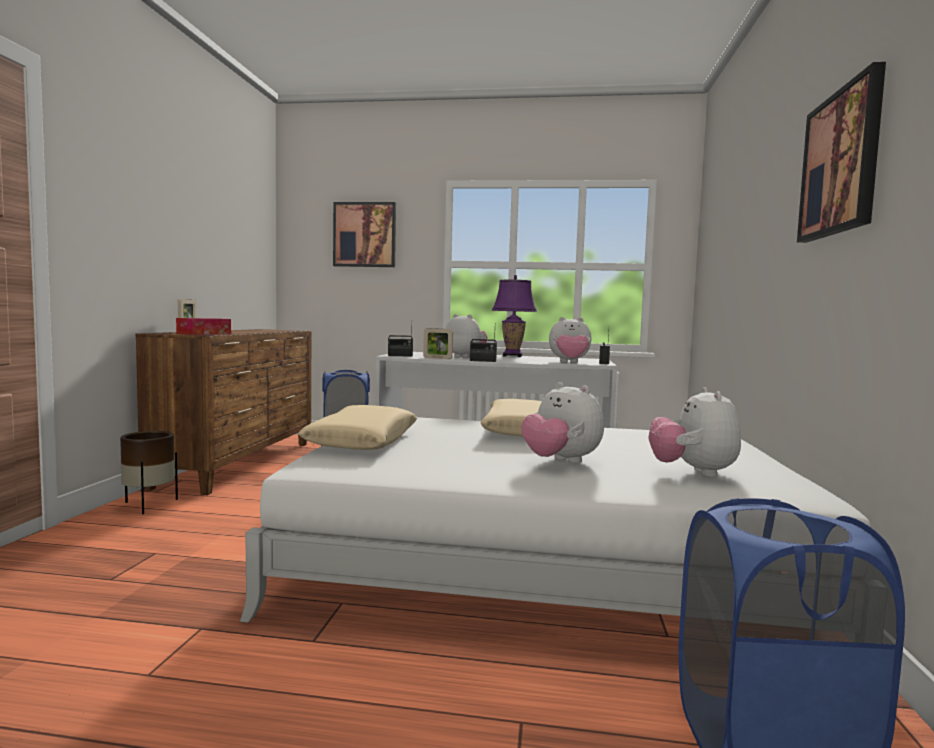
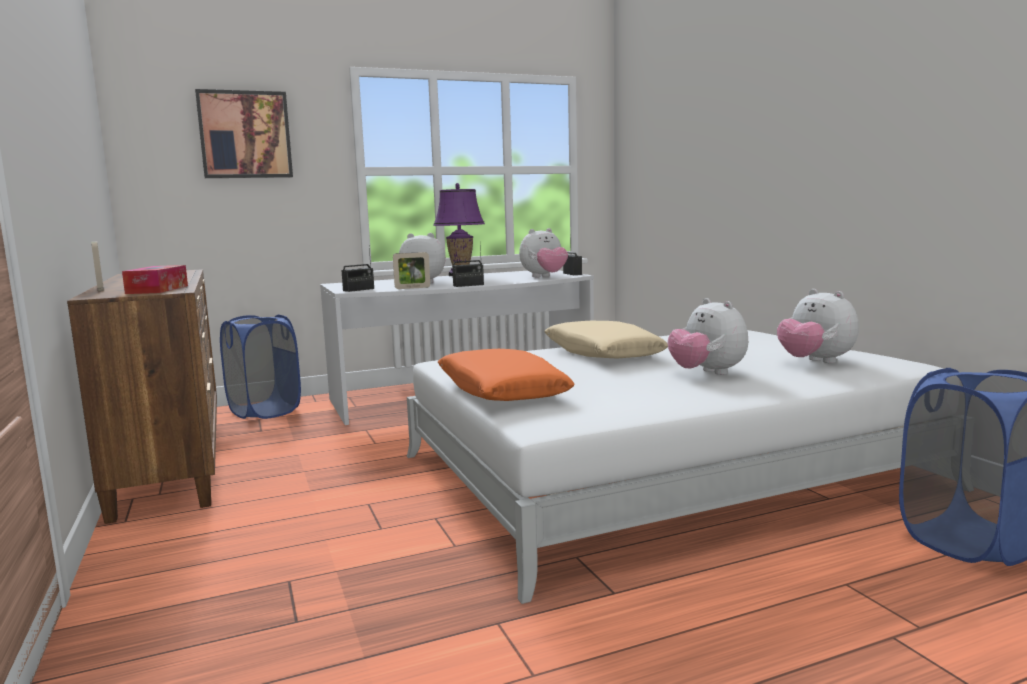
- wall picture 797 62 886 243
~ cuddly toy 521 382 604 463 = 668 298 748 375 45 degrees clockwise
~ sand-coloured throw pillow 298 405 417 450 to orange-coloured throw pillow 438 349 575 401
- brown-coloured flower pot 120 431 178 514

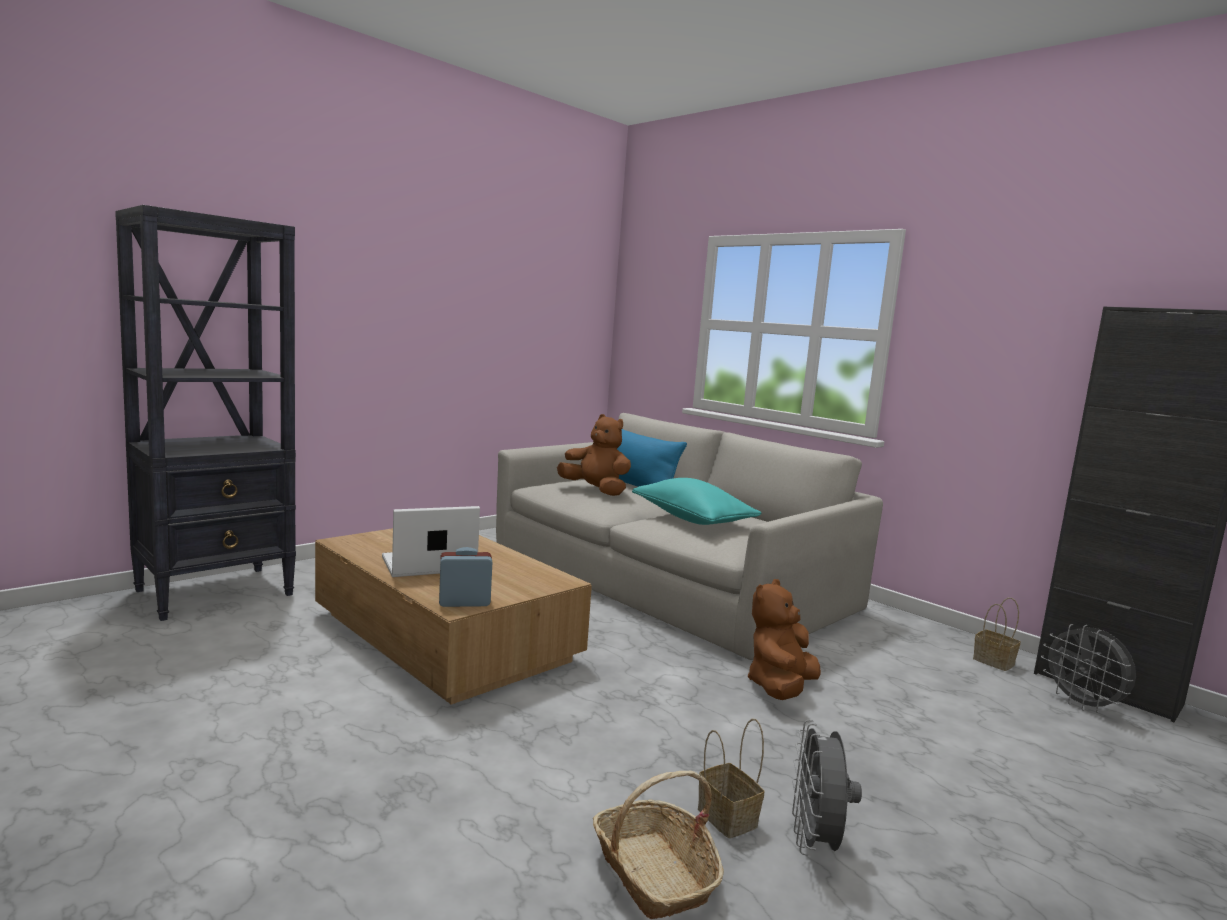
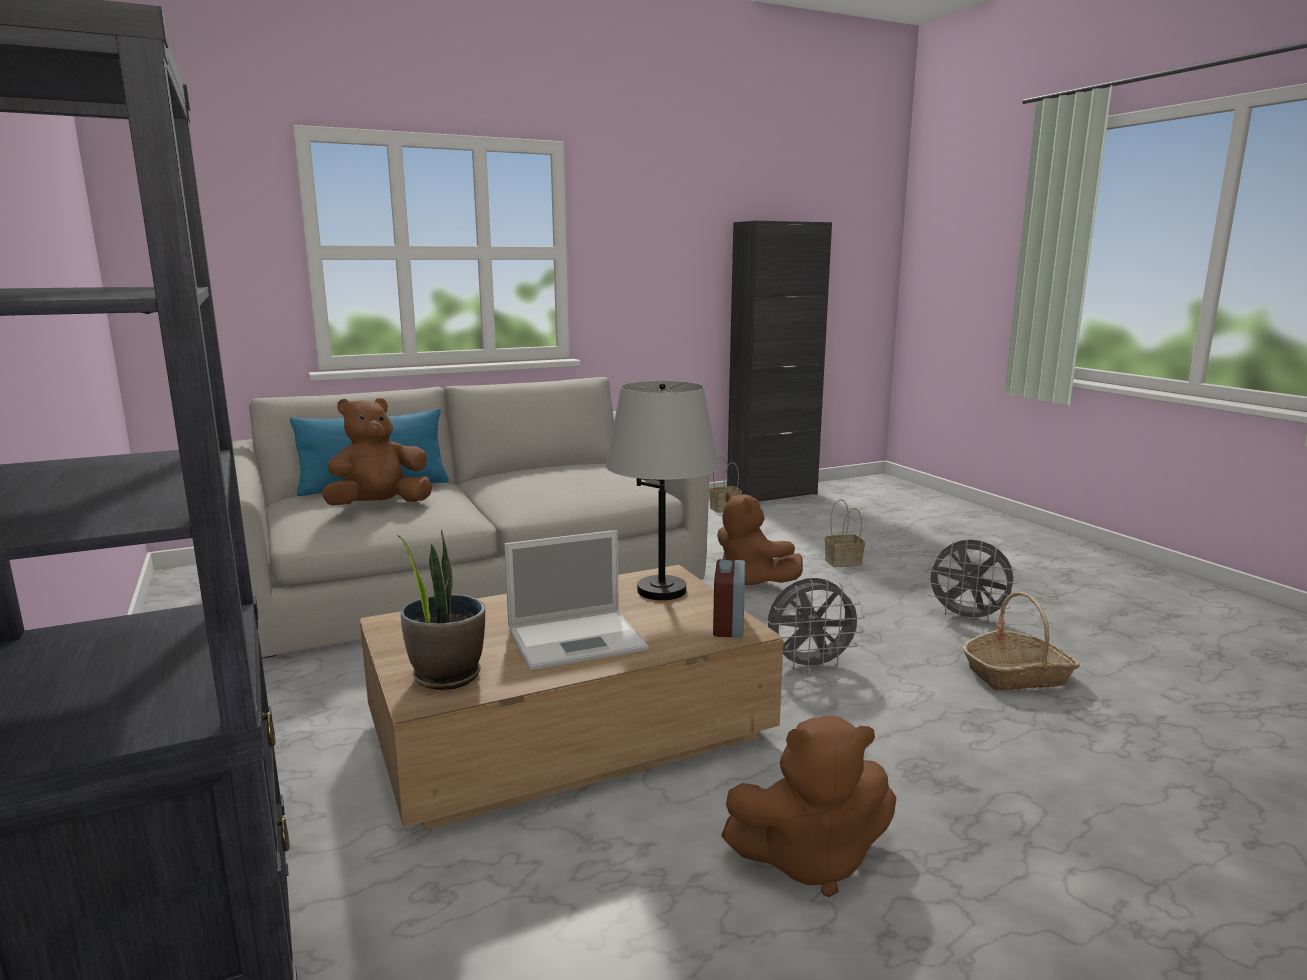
- turquoise-coloured throw pillow 632 478 761 525
~ laptop 382 506 480 577 = 504 530 649 671 105 degrees counterclockwise
~ grey fan 1041 624 1136 713 to 768 578 864 673
~ basket 698 719 764 838 to 825 499 865 567
+ grey table lamp 606 381 719 600
+ plant in a pot 397 530 485 690
+ brown-coloured cuddly toy 721 715 897 897

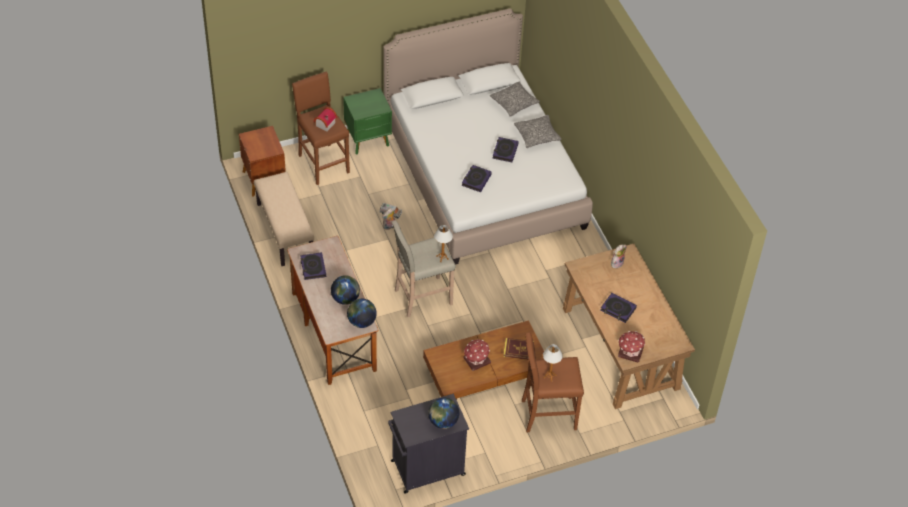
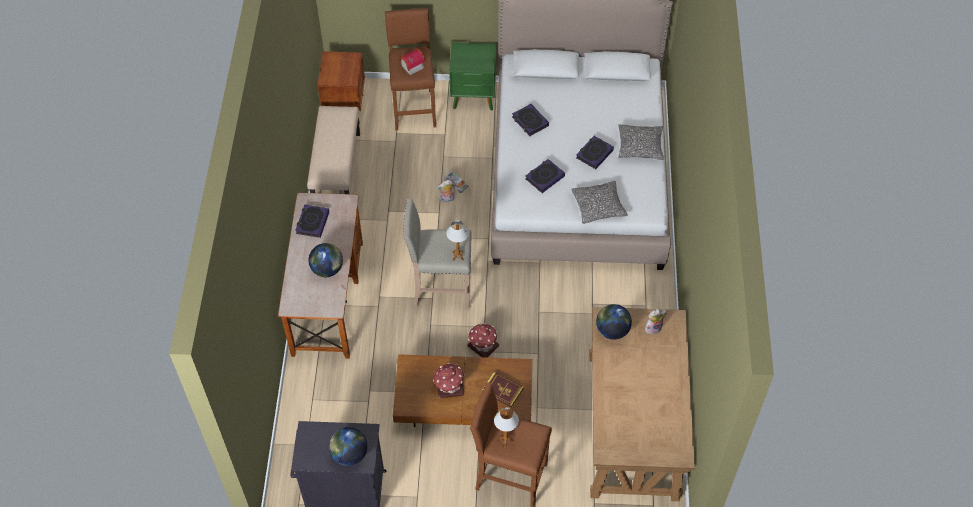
~ throw pillow 490 82 540 117 to 571 181 628 224
~ book 601 293 637 323 to 512 104 549 136
~ world globe 347 299 377 328 to 596 304 632 340
~ model house 618 331 645 363 to 467 323 499 358

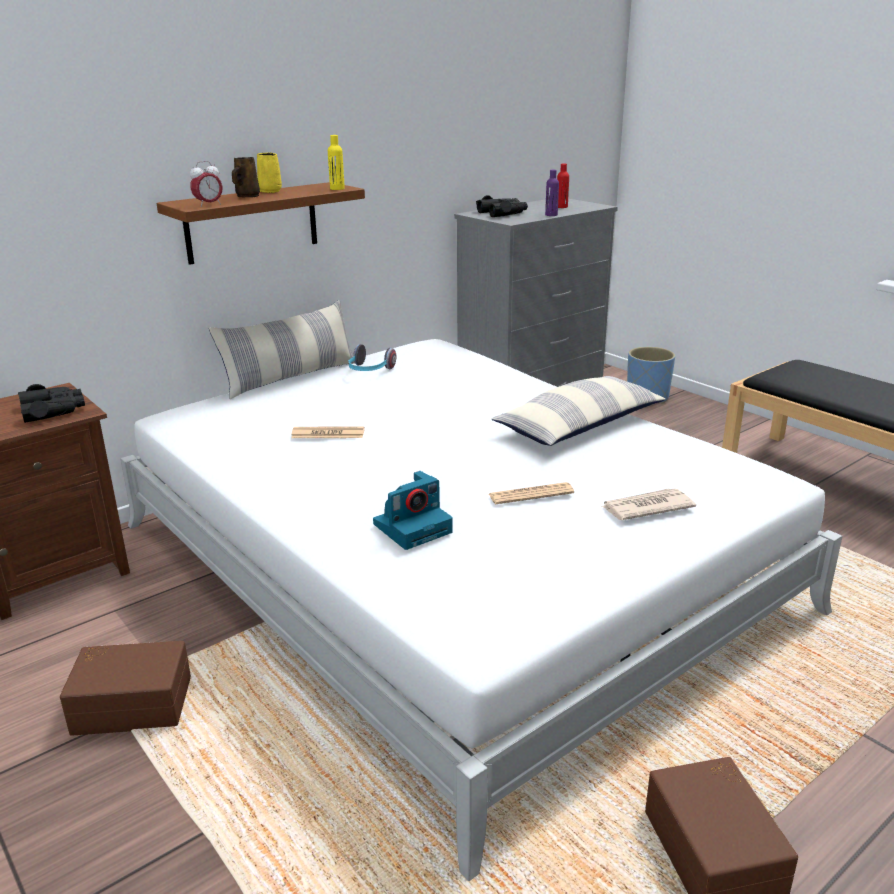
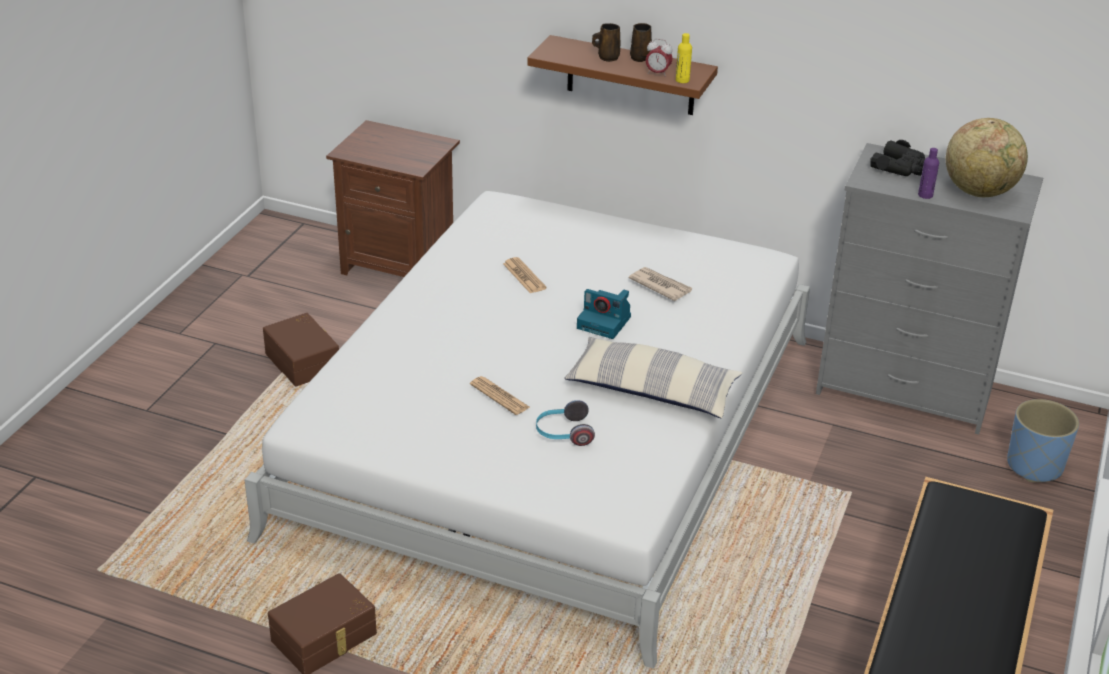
~ yellow mug 257 152 282 193 to brown-coloured mug 630 23 652 62
~ alarm clock 190 161 223 207 to 646 39 673 77
~ red beverage bottle 557 164 569 208 to world globe 946 118 1028 197
- throw pillow 209 300 355 399
~ pair of headphones 348 344 396 371 to 536 400 595 446
- blackish field glasses 18 384 85 423
~ photo camera 373 471 453 550 to 577 289 631 339
~ newspaper 601 488 696 520 to 629 267 692 301

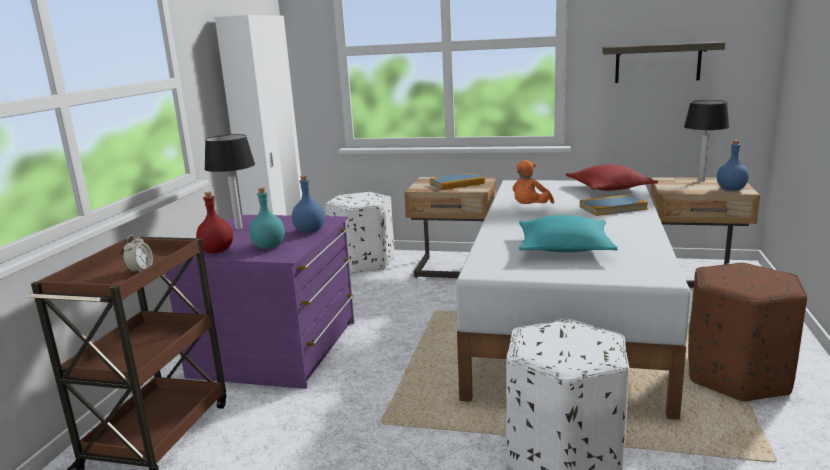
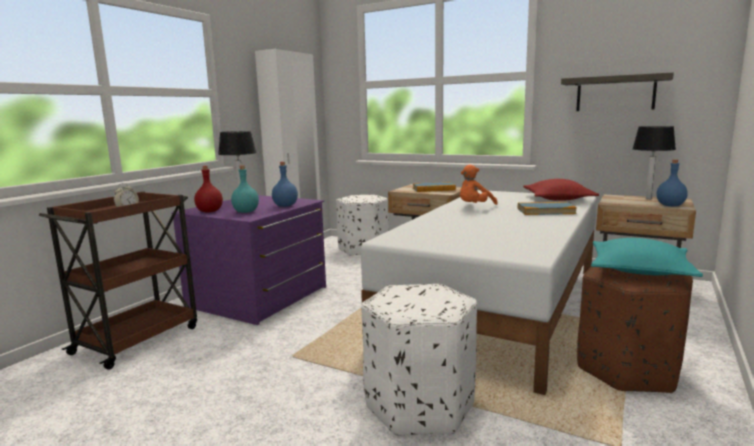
~ turquoise-coloured throw pillow 519 215 618 252 to 591 238 703 277

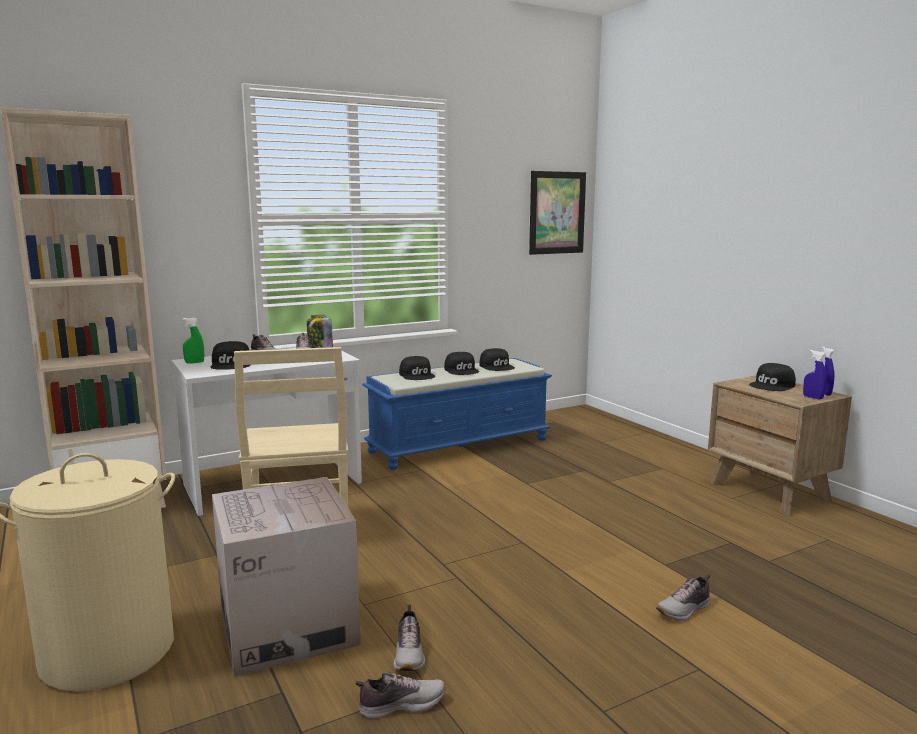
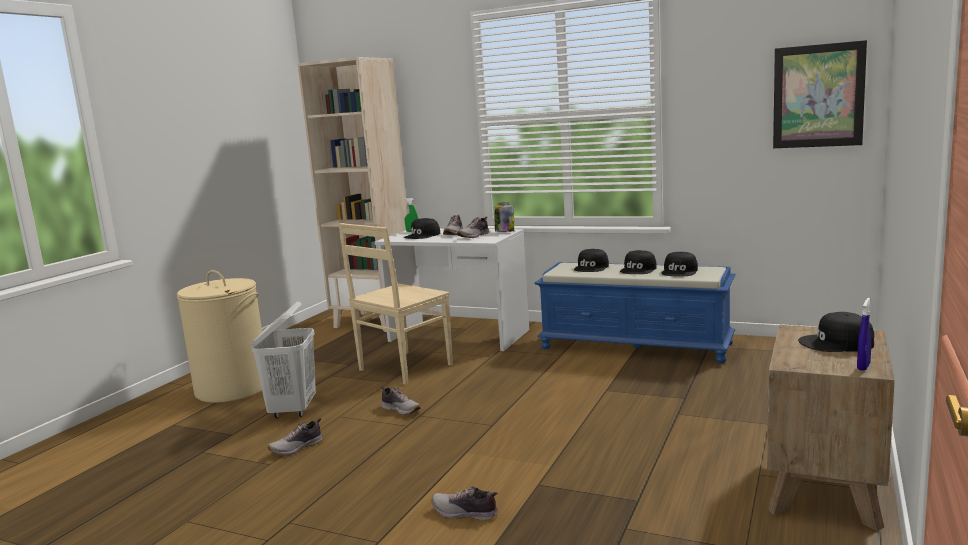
- bluish sprayer 803 350 826 400
~ cardboard box 212 477 361 677 to whitish laundry basket 251 301 316 418
~ low shoe 355 671 445 719 to 381 386 421 415

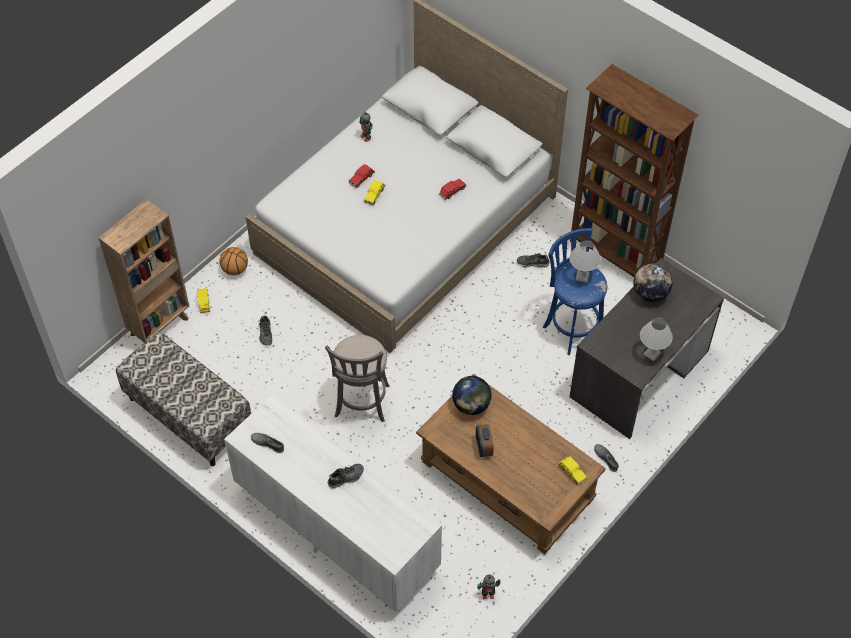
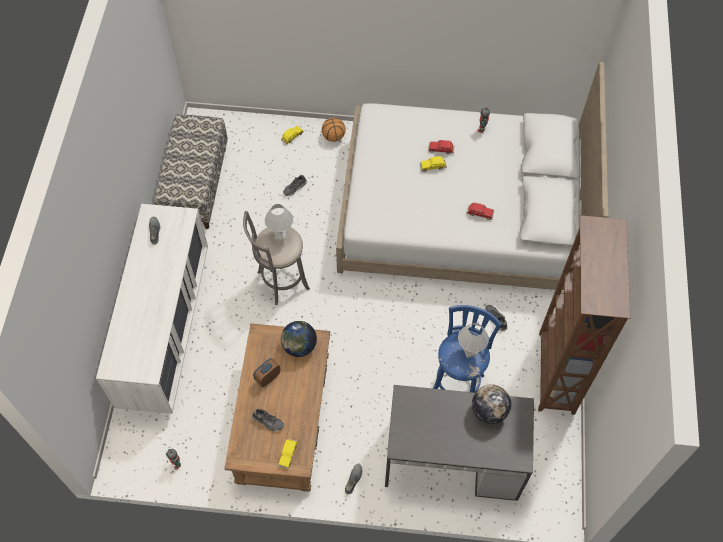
- brown-coloured shelving unit 99 199 189 342
~ whitish table lamp 640 318 673 361 to 265 204 293 240
~ low shoe 328 464 364 489 to 252 409 284 431

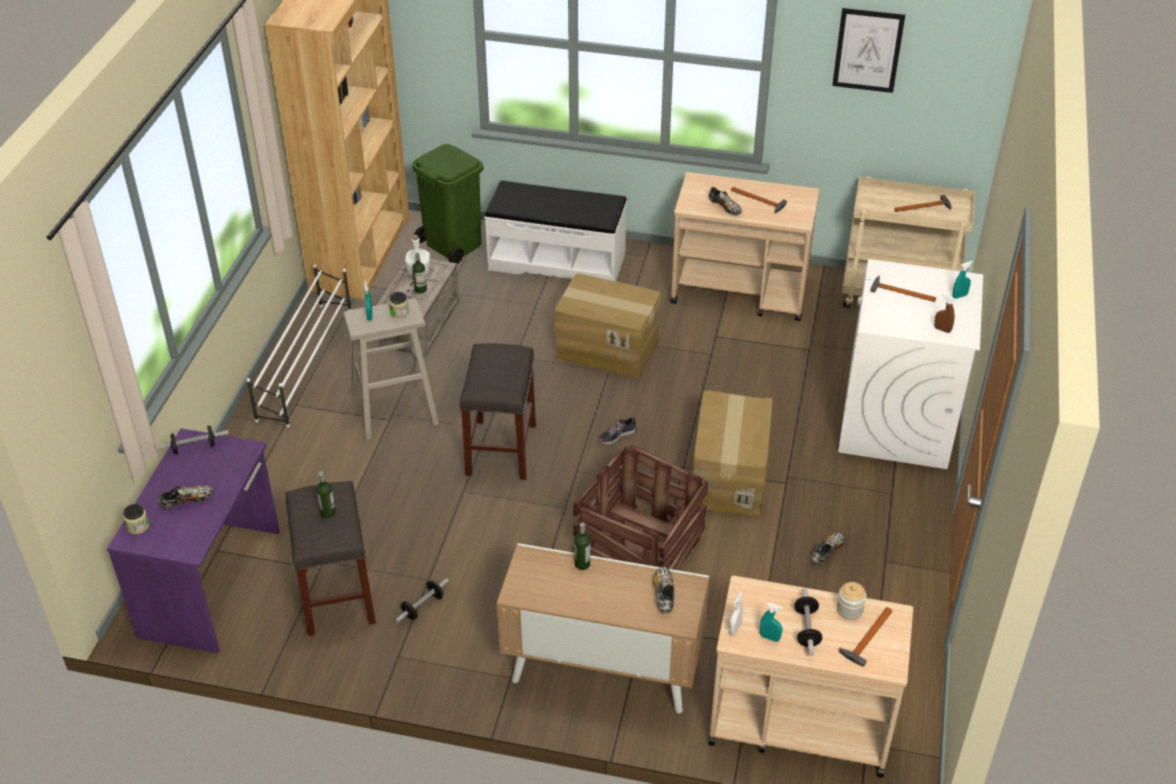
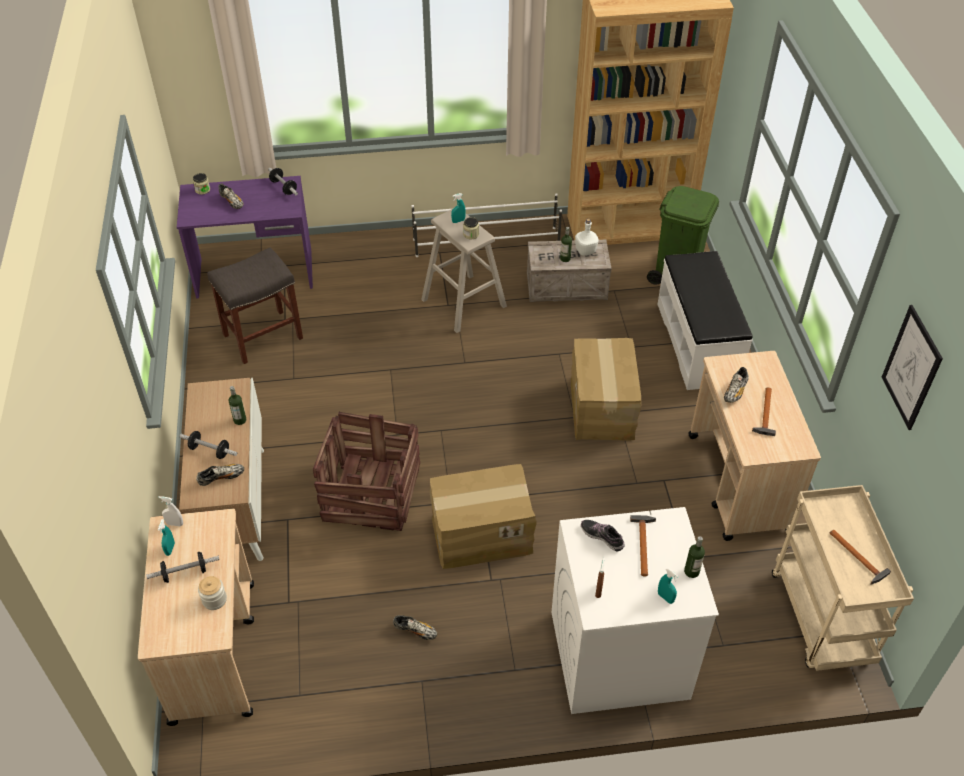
- grey sitting stool 459 343 536 480
~ low shoe 599 416 637 444 to 581 520 625 551
~ beverage bottle 316 471 336 518 to 684 536 705 578
~ dumbbell 395 578 449 623 to 180 431 237 459
- hand hammer 839 607 893 667

